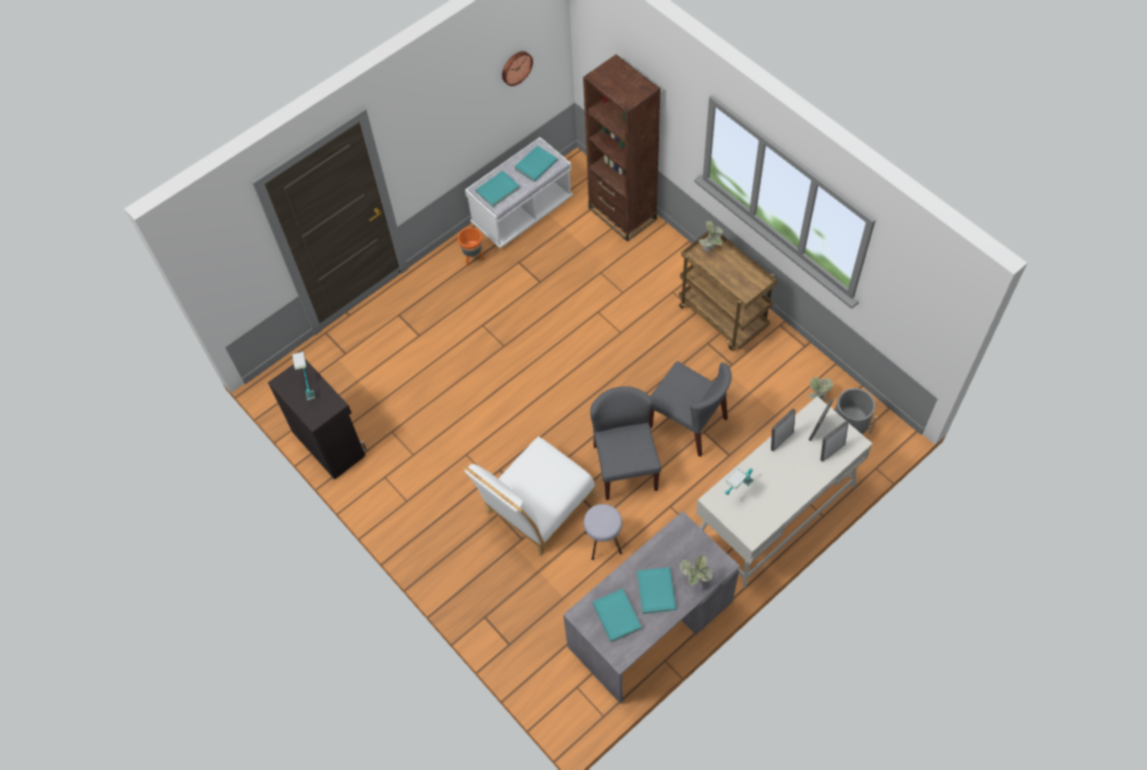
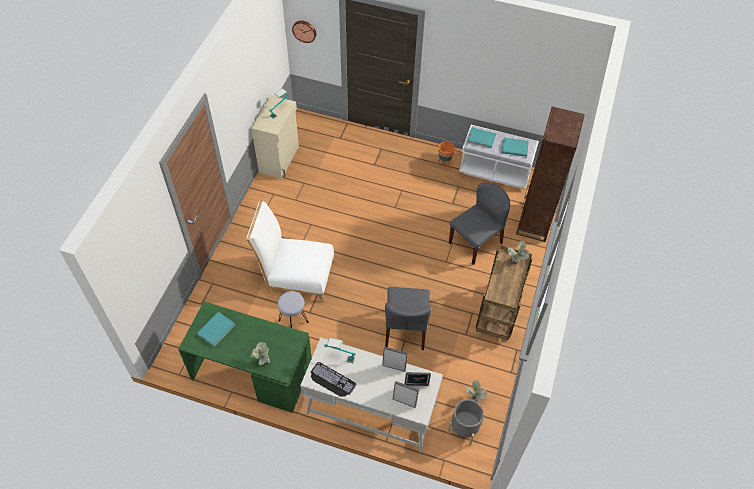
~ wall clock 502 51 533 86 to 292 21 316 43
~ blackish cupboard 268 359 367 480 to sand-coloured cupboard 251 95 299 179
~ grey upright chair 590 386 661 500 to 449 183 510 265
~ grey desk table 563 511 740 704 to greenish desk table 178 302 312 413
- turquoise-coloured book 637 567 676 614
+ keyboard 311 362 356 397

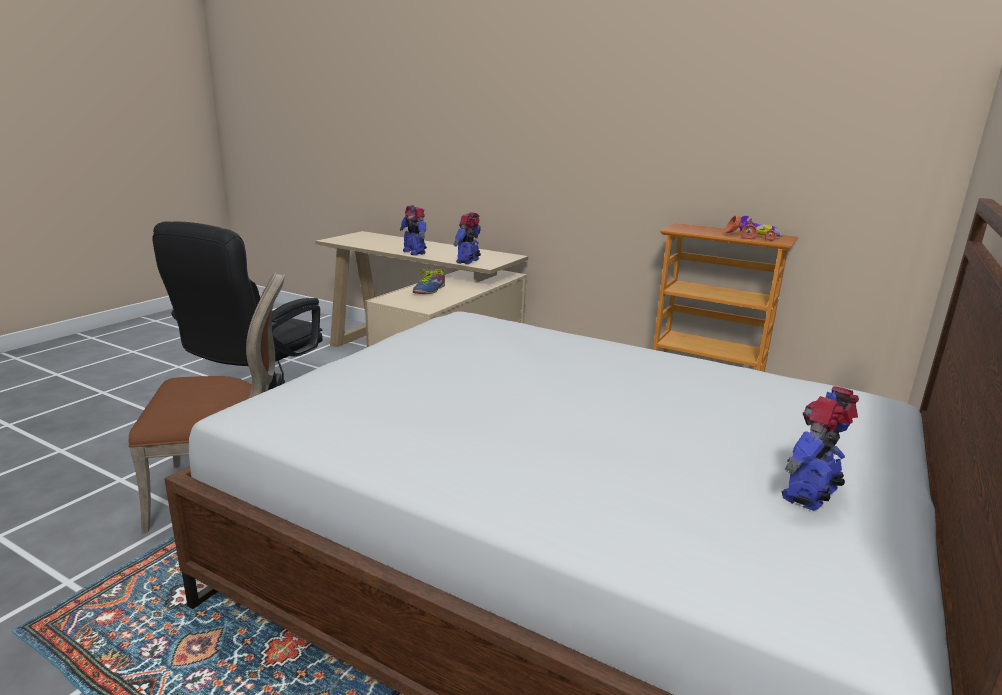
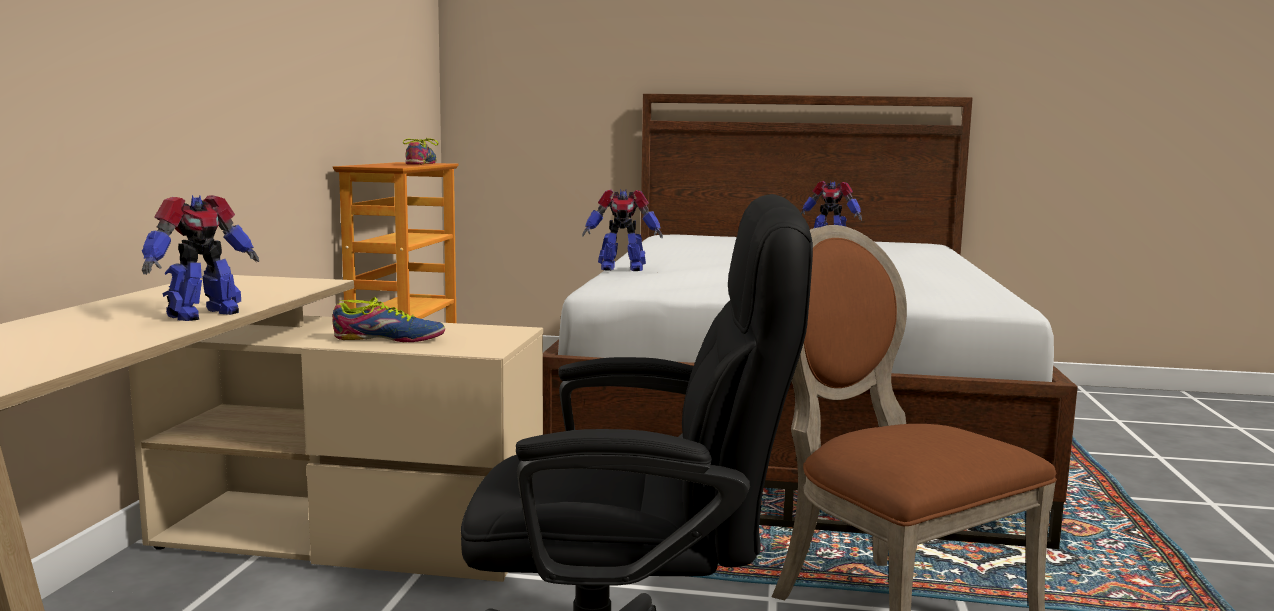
~ toy robot 453 213 481 264 to 582 189 663 271
~ miniature car 725 215 783 241 to low shoe 403 138 438 165

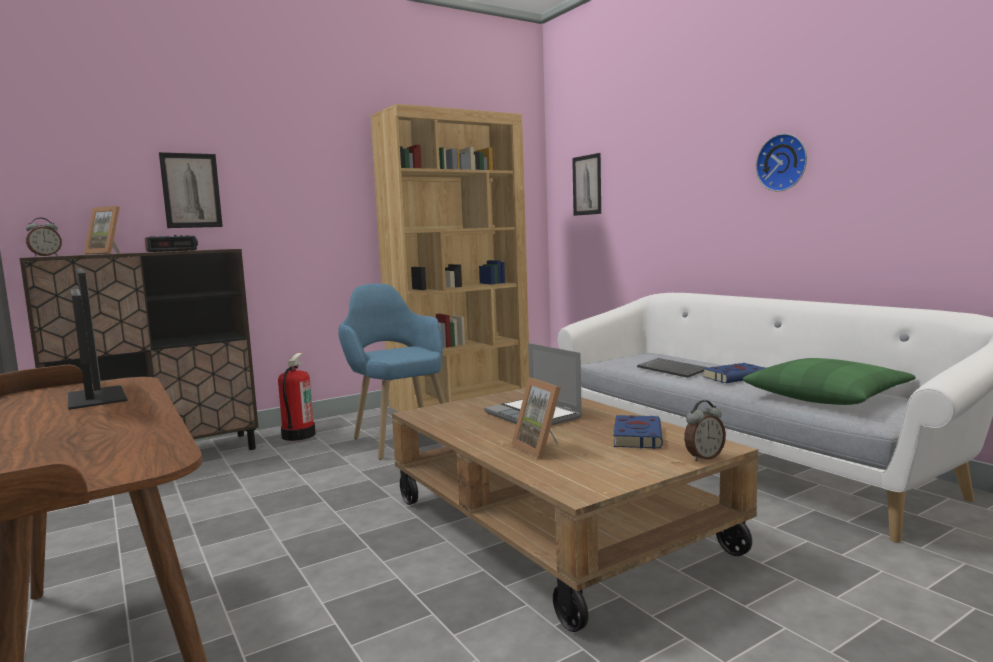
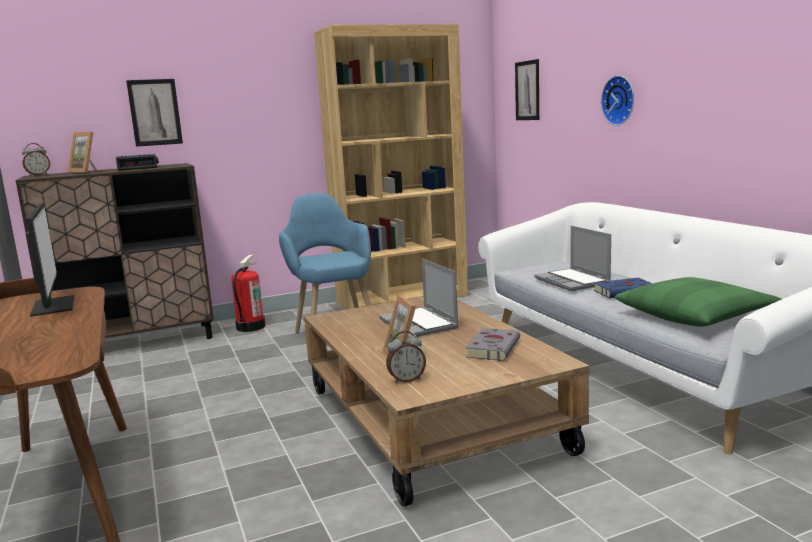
~ wall clock 756 133 807 192 to 601 76 634 126
~ keyboard 637 358 709 378 to laptop 534 226 611 291
~ alarm clock 684 400 726 461 to 386 331 426 383
~ bluish book 613 415 663 449 to grey book 466 328 520 361

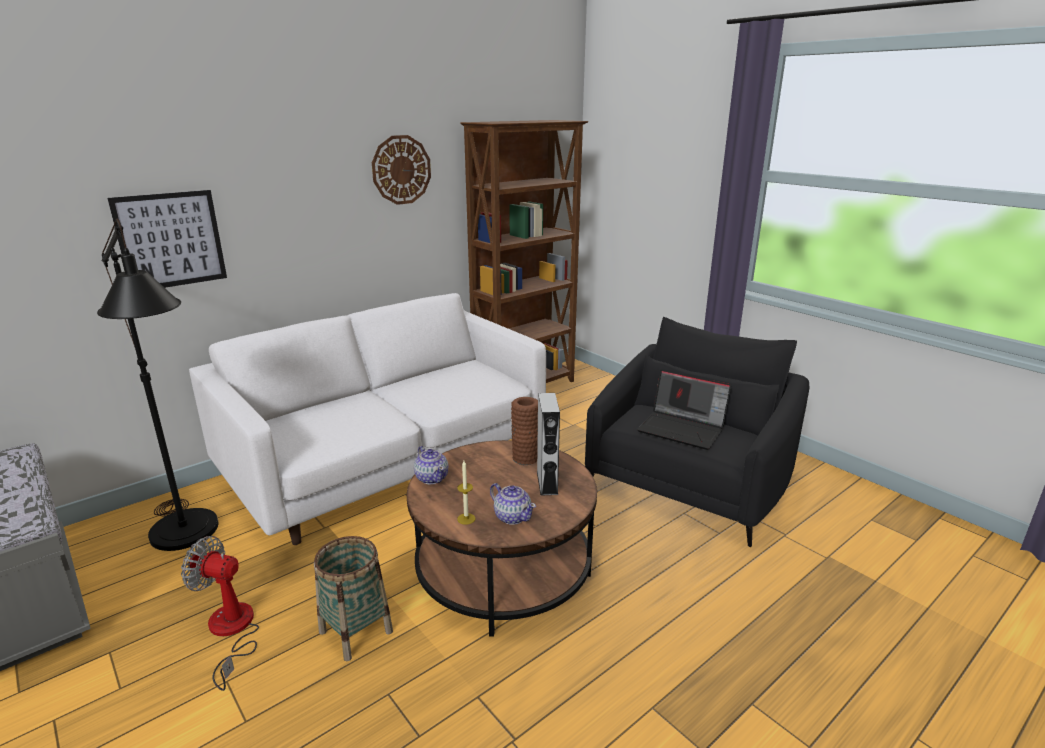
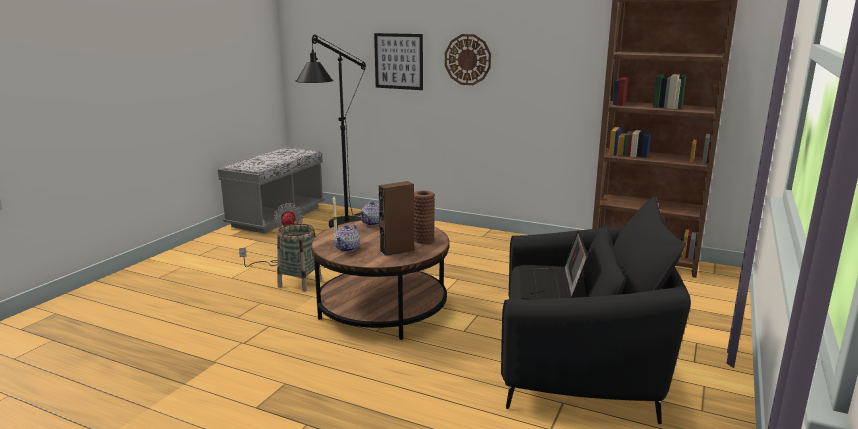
~ wall clock 372 135 431 205 to 445 34 491 85
- whitish couch 189 293 546 545
~ grey speaker 537 393 560 496 to brown-coloured speaker 378 181 415 256

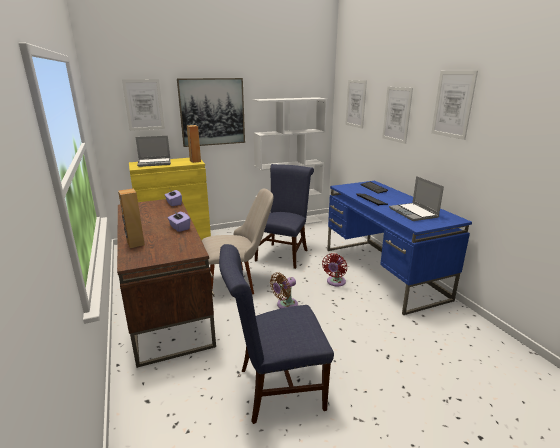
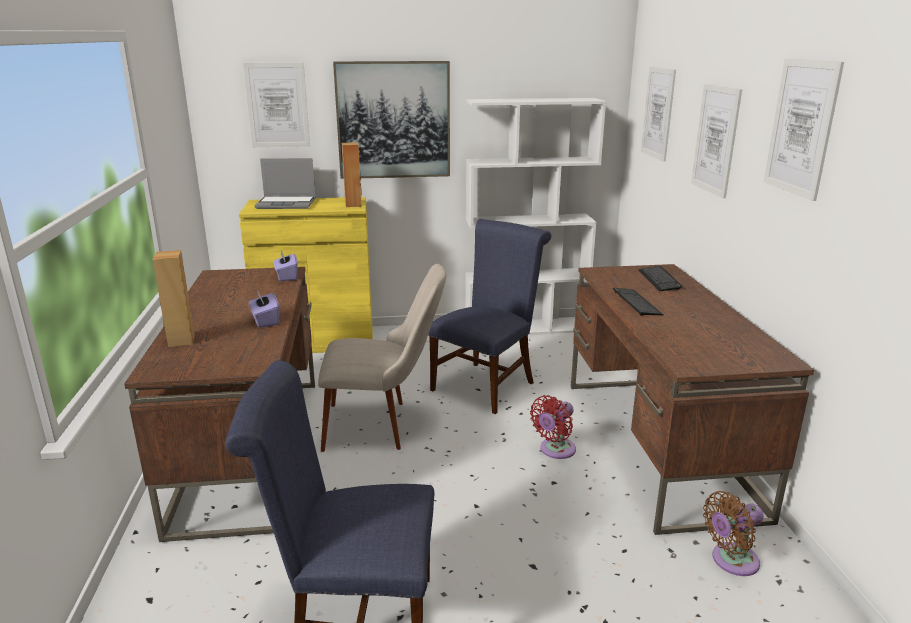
- laptop 389 176 444 221
~ bluish desk table 327 181 472 315 to brown-coloured desk table 571 264 814 535
~ brown-coloured fan 270 273 298 309 to 703 491 764 576

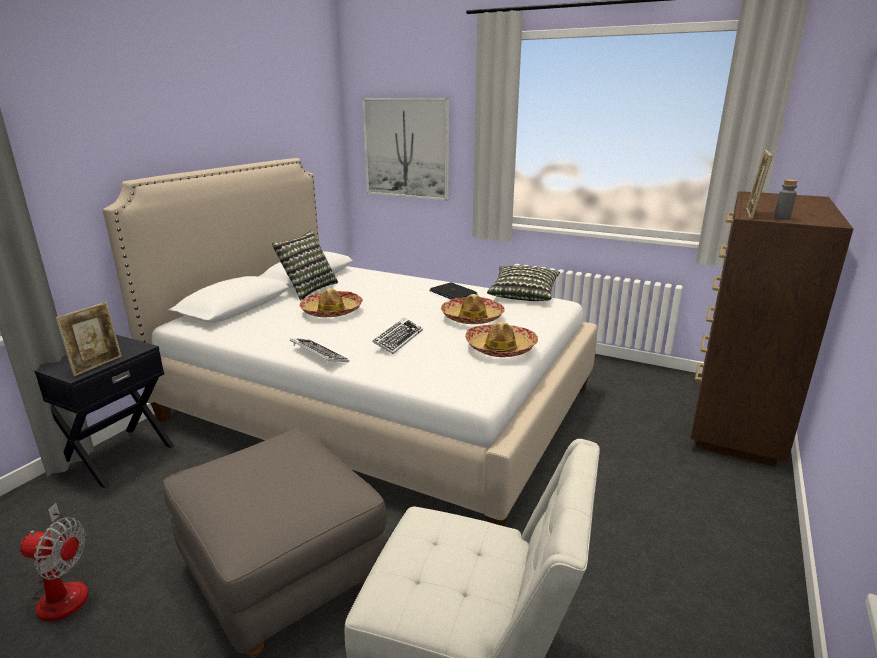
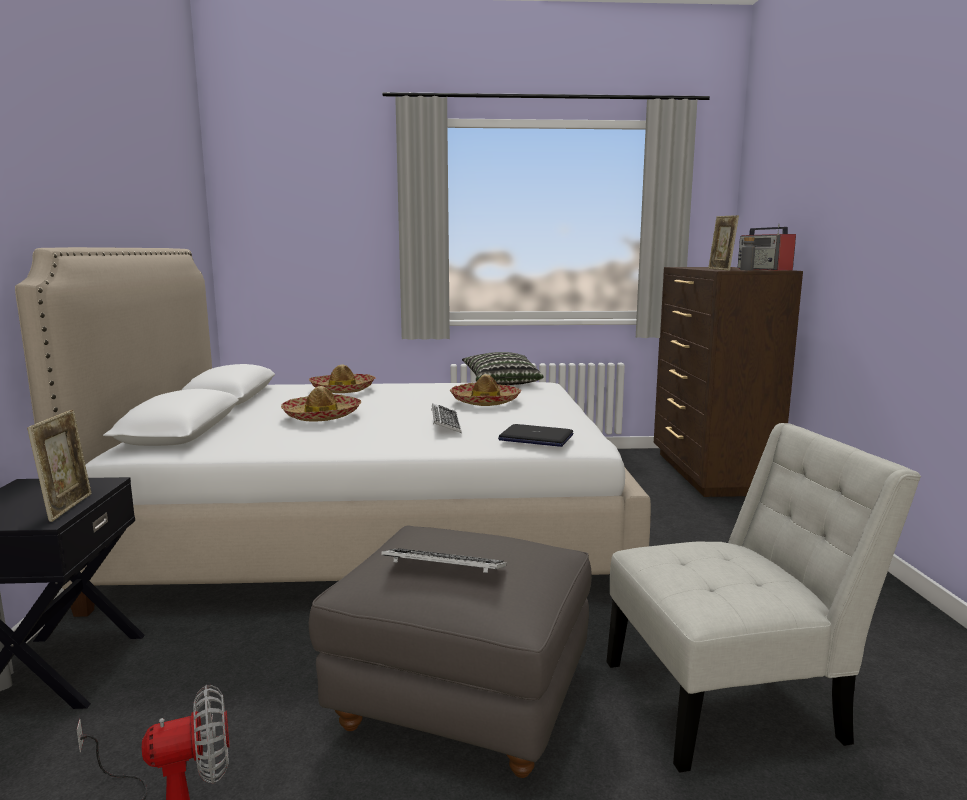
- wall picture 362 98 449 201
- throw pillow 272 230 338 301
~ laptop 429 283 477 300 to 498 424 573 447
~ clothing hat 465 321 538 357 to 309 364 376 393
~ keyboard 290 338 349 362 to 381 548 506 573
+ radio 738 224 796 270

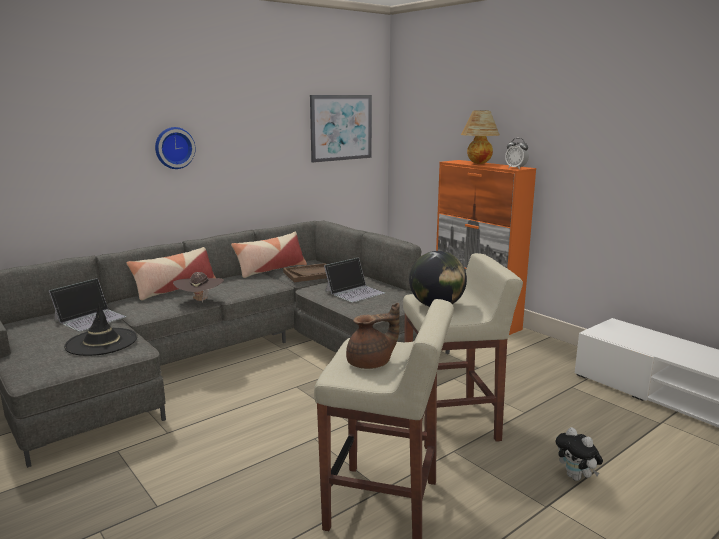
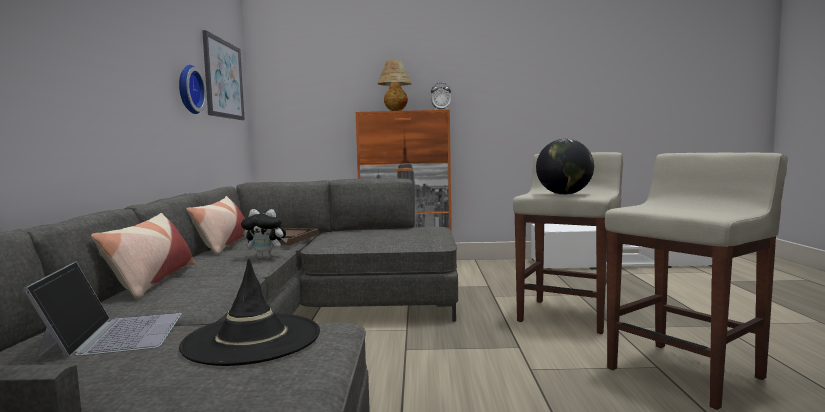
~ wall clock 155 127 195 169 to 179 65 207 114
- laptop 324 257 385 302
- brown-coloured clothing hat 173 272 224 303
- brown-coloured tea pot 346 303 400 369
~ cuddly toy 556 427 603 481 to 241 209 288 258

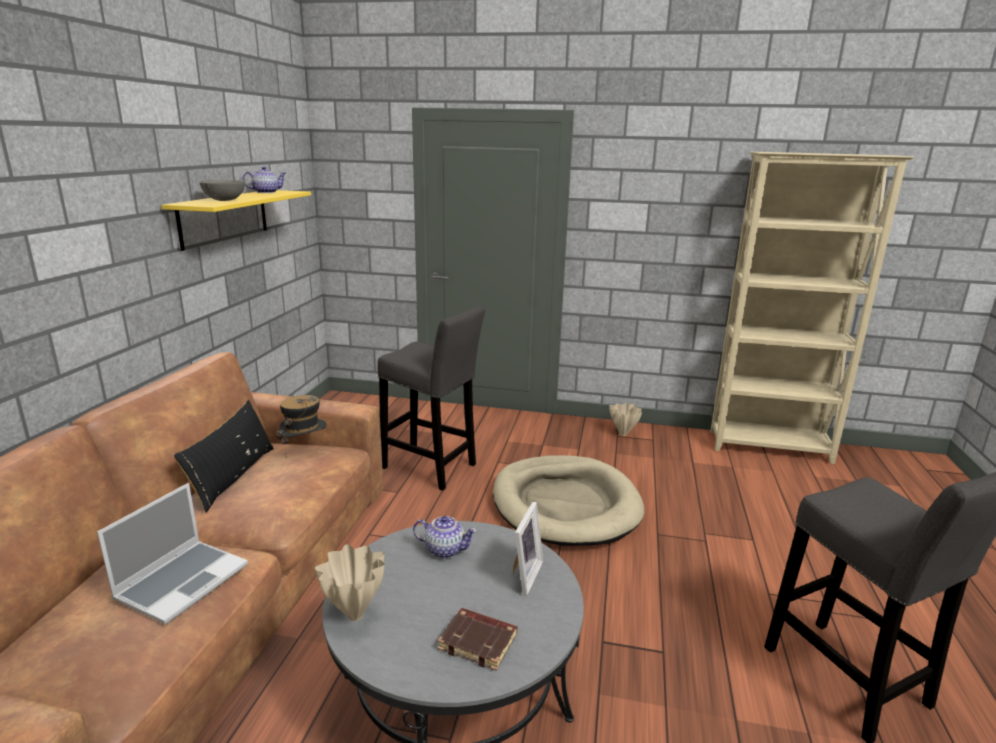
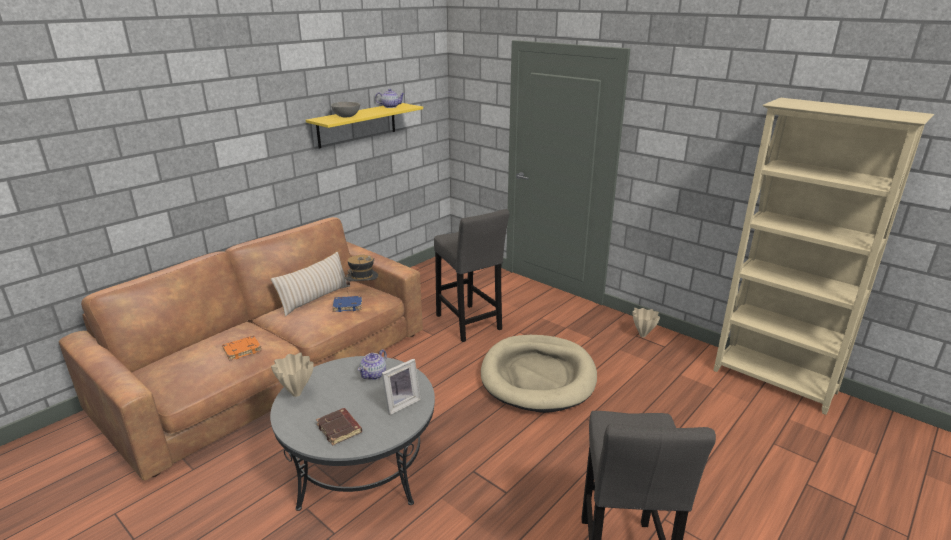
~ blackish throw pillow 173 400 274 513 to sand-coloured throw pillow 271 252 350 316
~ laptop 97 483 248 624 to orange-coloured book 222 336 262 361
~ tea pot 413 516 477 558 = 358 349 387 380 75 degrees clockwise
+ bluish book 333 296 362 312

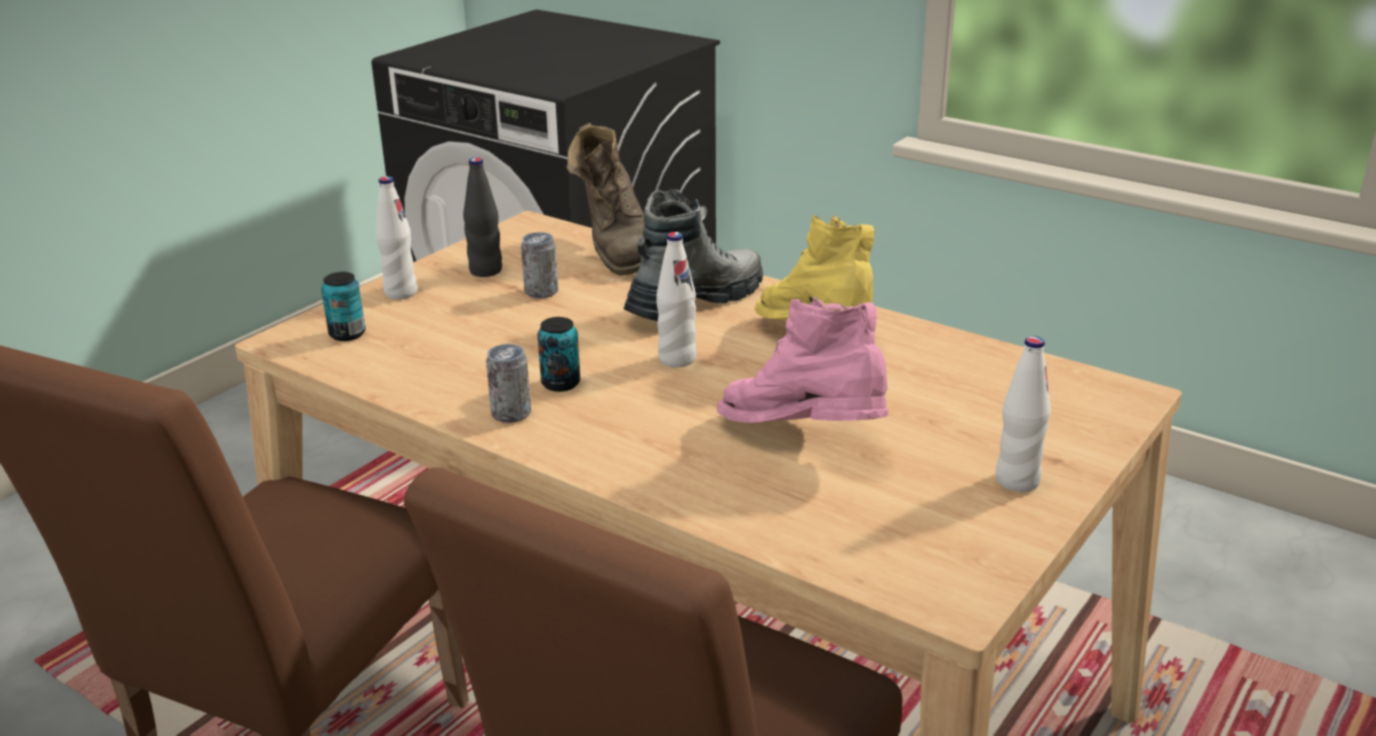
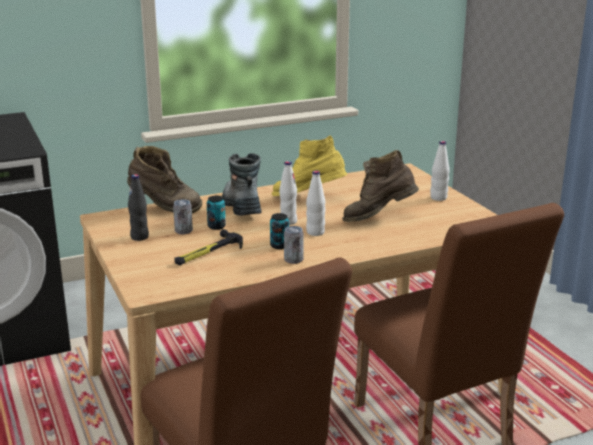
~ whitish beverage bottle 376 176 418 300 to 306 170 325 236
~ metal can 321 272 366 341 to 207 196 226 230
~ pinkish high-top boot 717 296 889 423 to brown-coloured high-top boot 342 150 419 222
+ hand hammer 174 229 243 265

